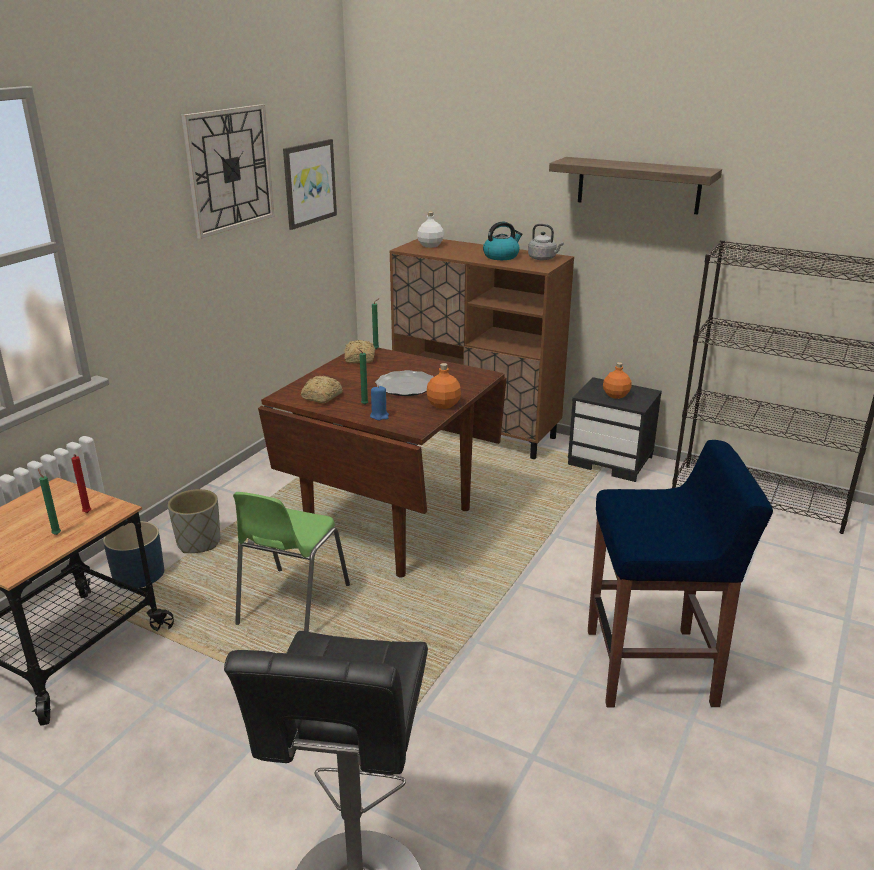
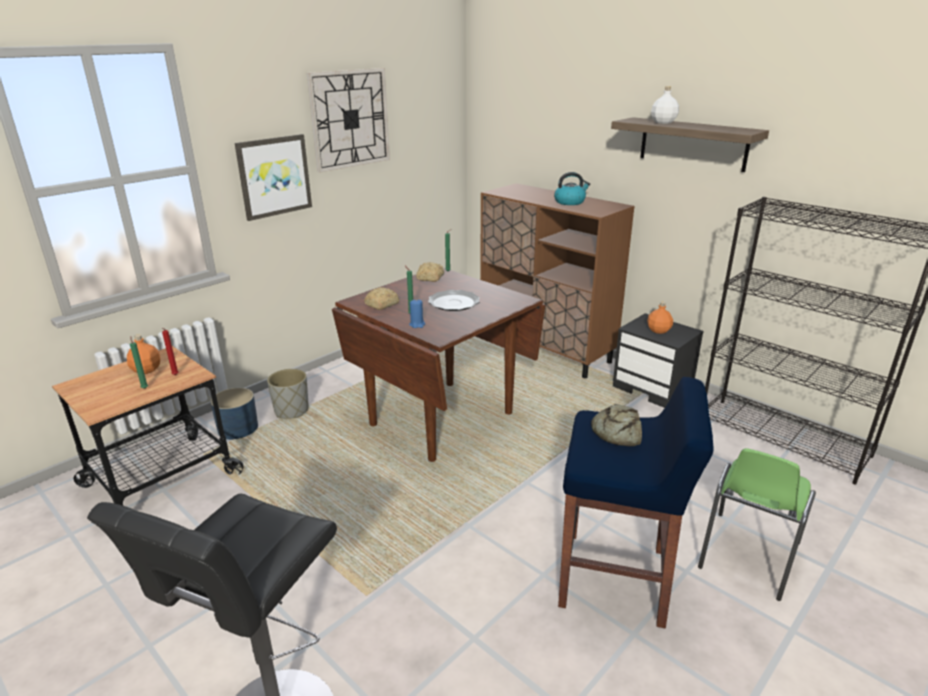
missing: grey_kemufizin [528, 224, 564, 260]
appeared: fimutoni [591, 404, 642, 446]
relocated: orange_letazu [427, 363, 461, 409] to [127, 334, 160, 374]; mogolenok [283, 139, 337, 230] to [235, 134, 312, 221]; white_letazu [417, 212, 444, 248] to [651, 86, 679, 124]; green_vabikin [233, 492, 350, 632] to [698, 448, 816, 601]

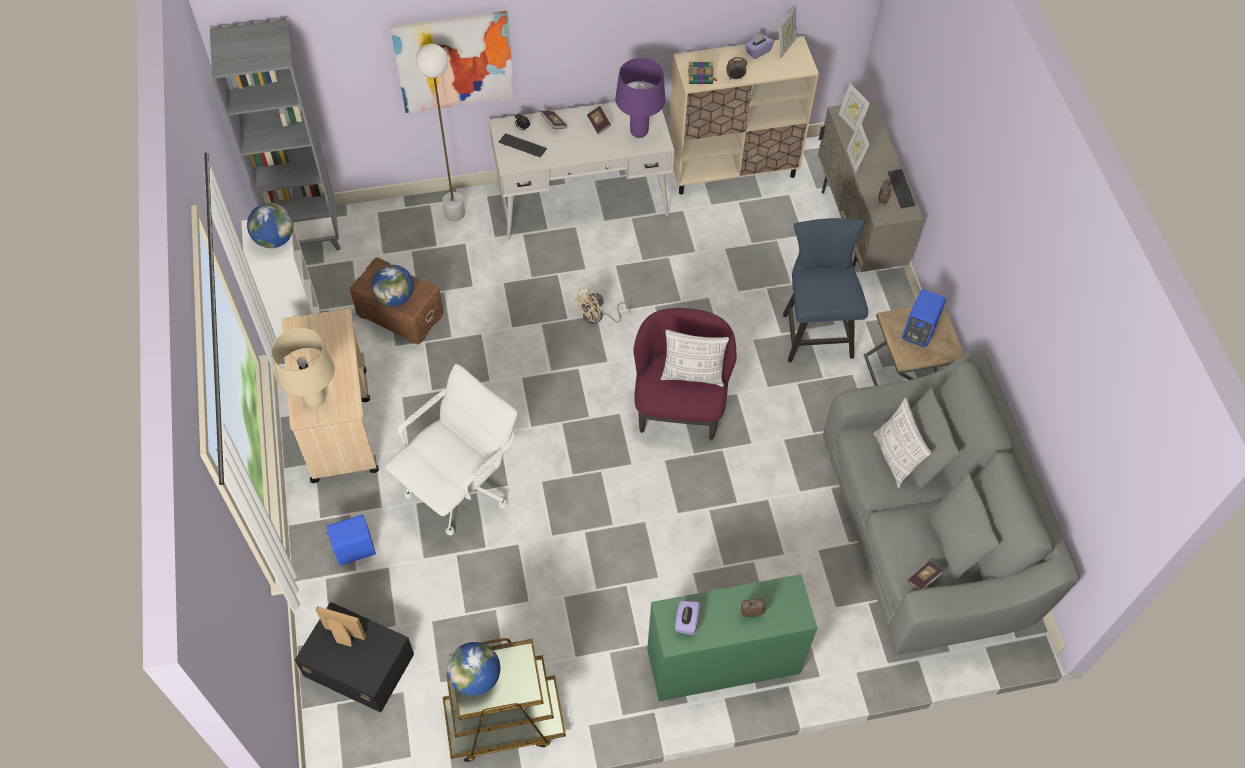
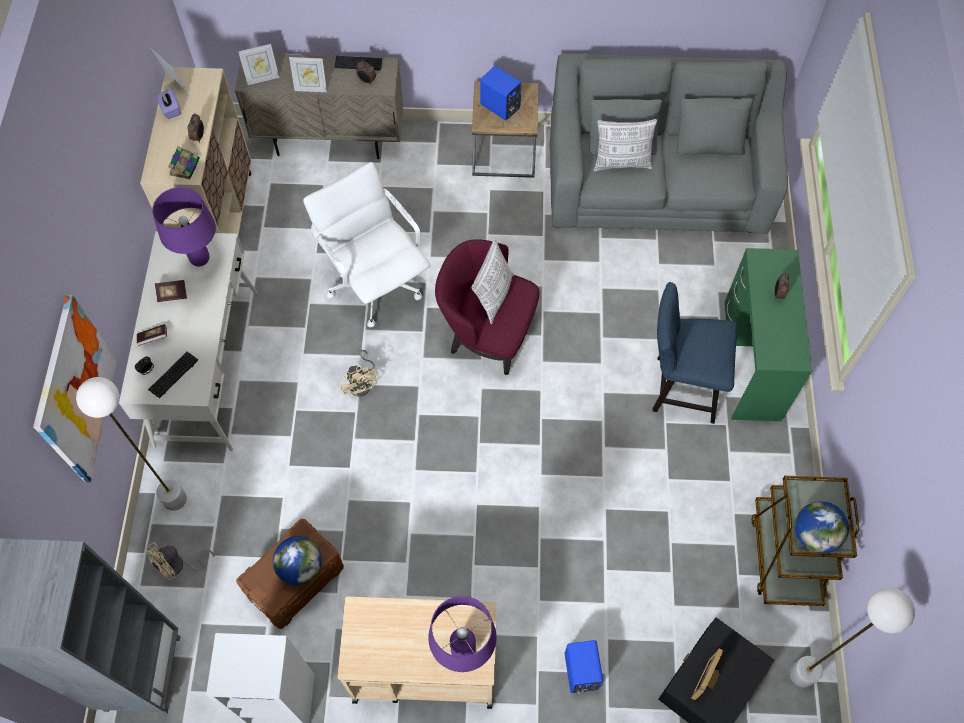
missing: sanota [247, 203, 294, 248]; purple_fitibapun [675, 601, 700, 635]; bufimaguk [907, 561, 944, 590]
appeared: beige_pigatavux [145, 543, 214, 580]; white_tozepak [790, 587, 915, 688]
relocated: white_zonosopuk [385, 364, 518, 535] to [303, 162, 430, 327]; blue_vabikin [783, 218, 868, 362] to [653, 282, 738, 424]
colour: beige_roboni [271, 328, 335, 408] to purple_roboni [428, 596, 497, 672]

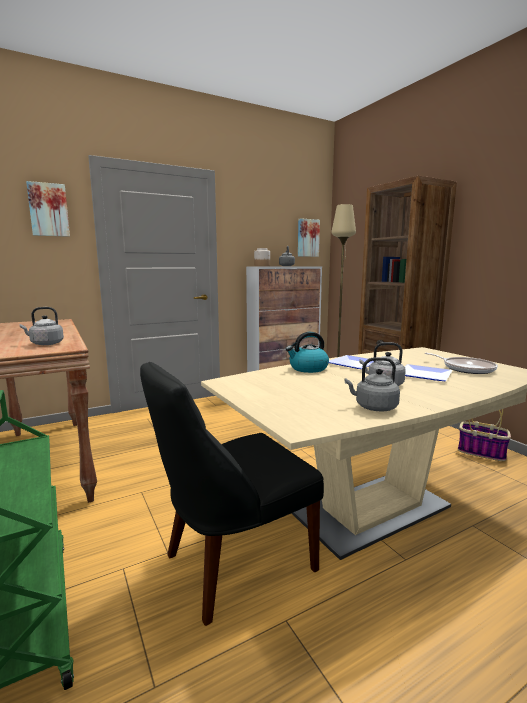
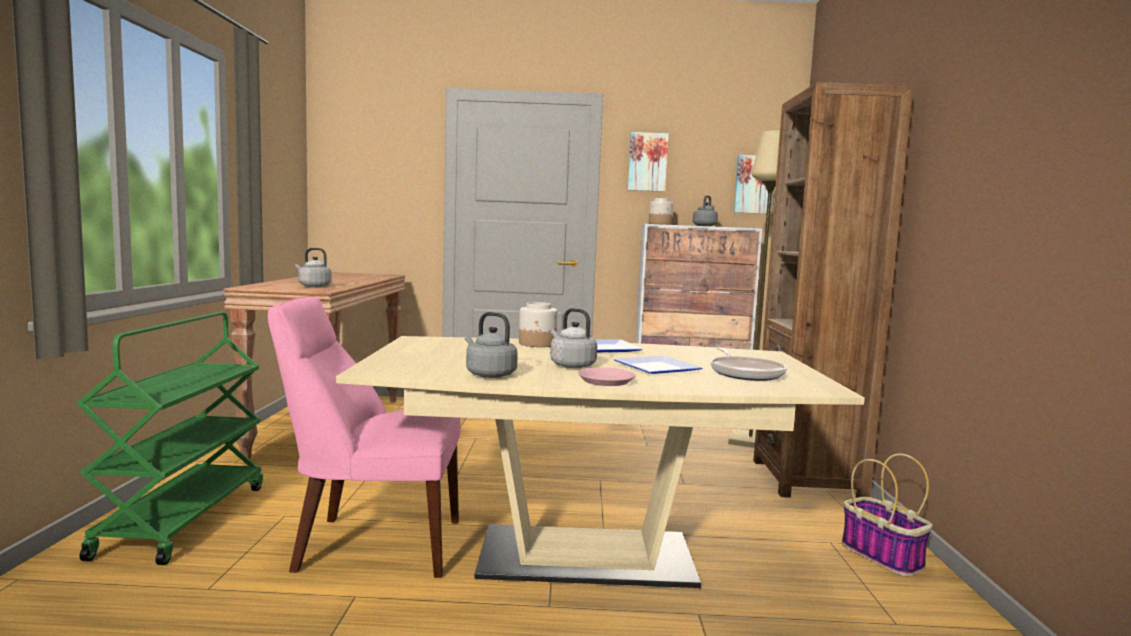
appeared: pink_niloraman [578, 367, 635, 386]
relocated: mogolenok [26, 181, 70, 237] to [628, 132, 669, 192]
exchanged: kemufizin [286, 332, 329, 373] to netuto [519, 302, 557, 347]
colour: black_vabikin [140, 362, 324, 626] to pink_vabikin [268, 296, 460, 578]

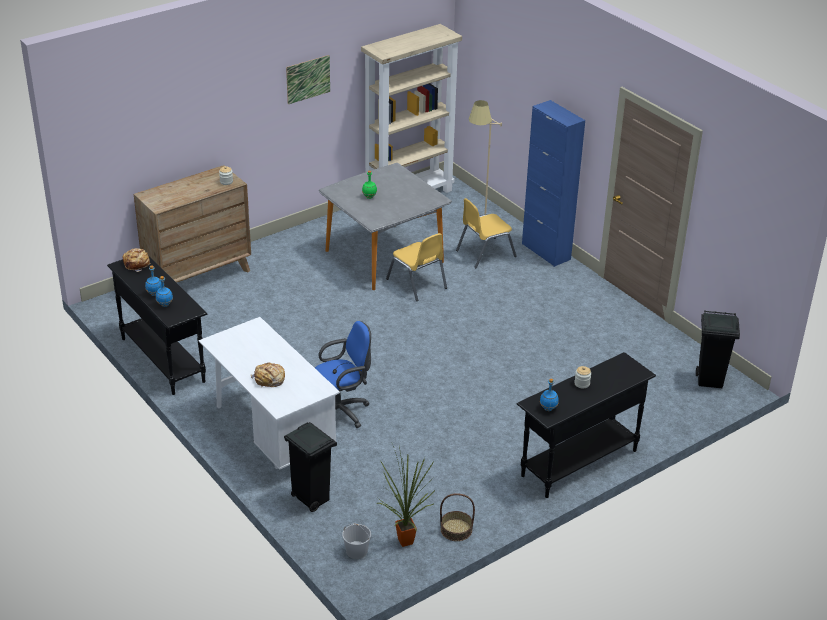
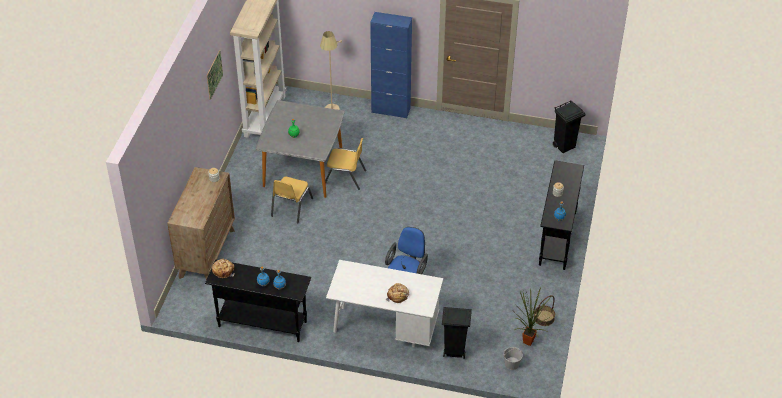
relocated: yellow_vabikin [456, 198, 517, 268] to [271, 177, 313, 224]

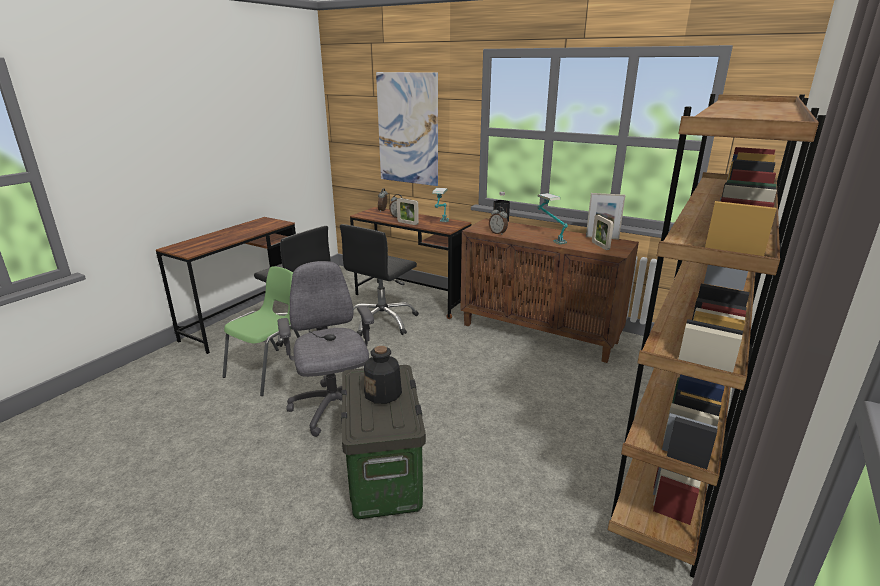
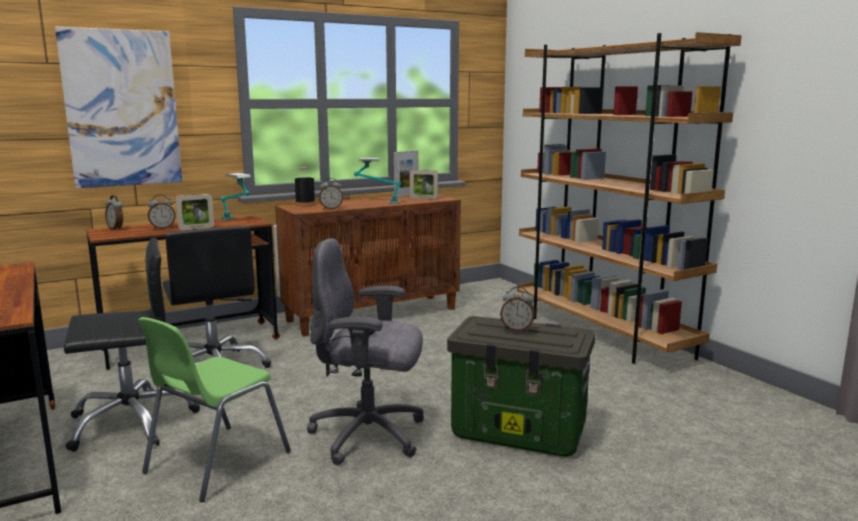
exchanged: letazu [364, 346, 402, 404] to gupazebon [500, 286, 535, 332]
spun: green_vabikin [223, 266, 300, 396] = [138, 317, 291, 502] 120 degrees counterclockwise

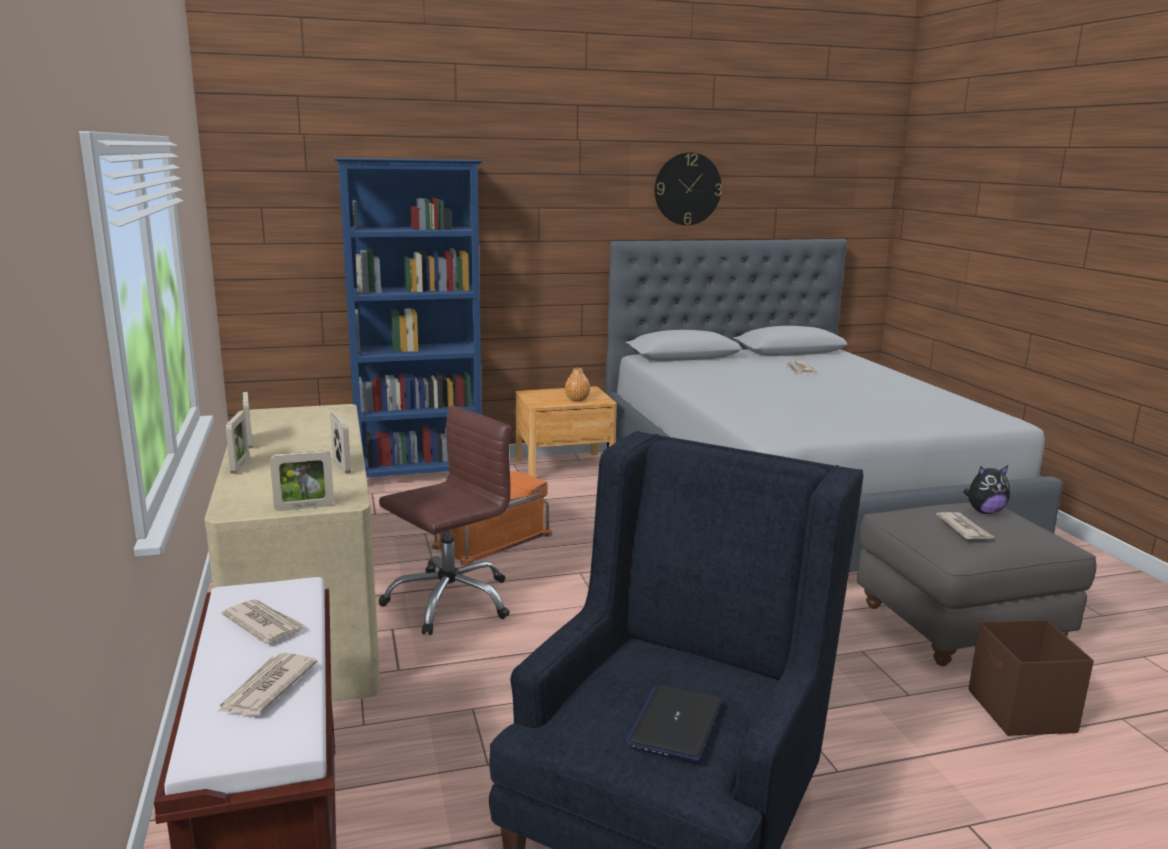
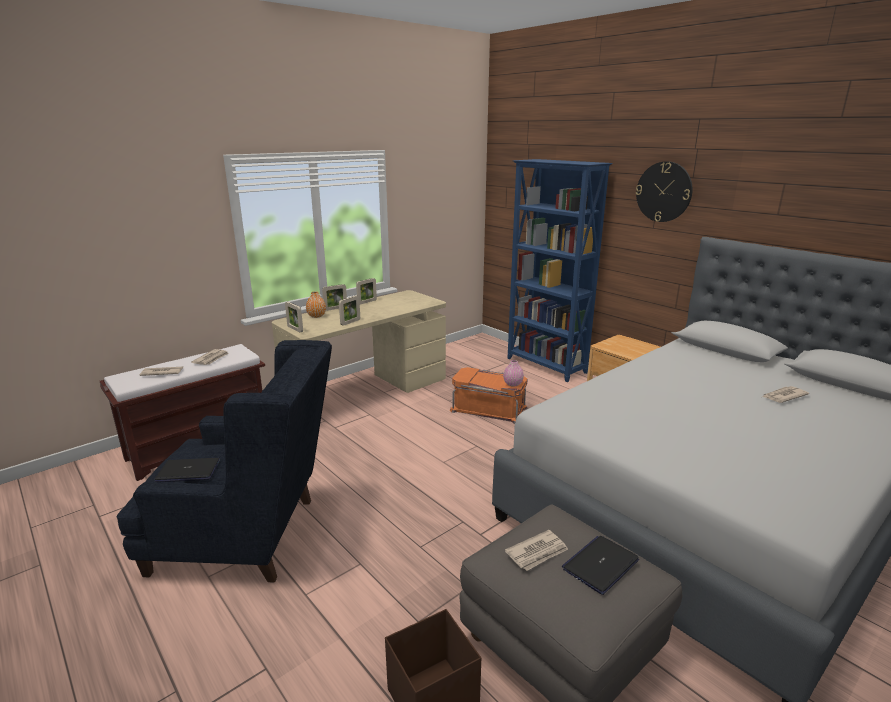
missing: brown_zonosopuk [378, 406, 511, 635]
appeared: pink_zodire [503, 360, 524, 387]
relocated: orange_zodire [565, 368, 590, 401] to [306, 291, 326, 318]; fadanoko [655, 152, 722, 225] to [636, 161, 693, 222]
exchanged: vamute [964, 465, 1010, 514] to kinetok [562, 536, 639, 595]

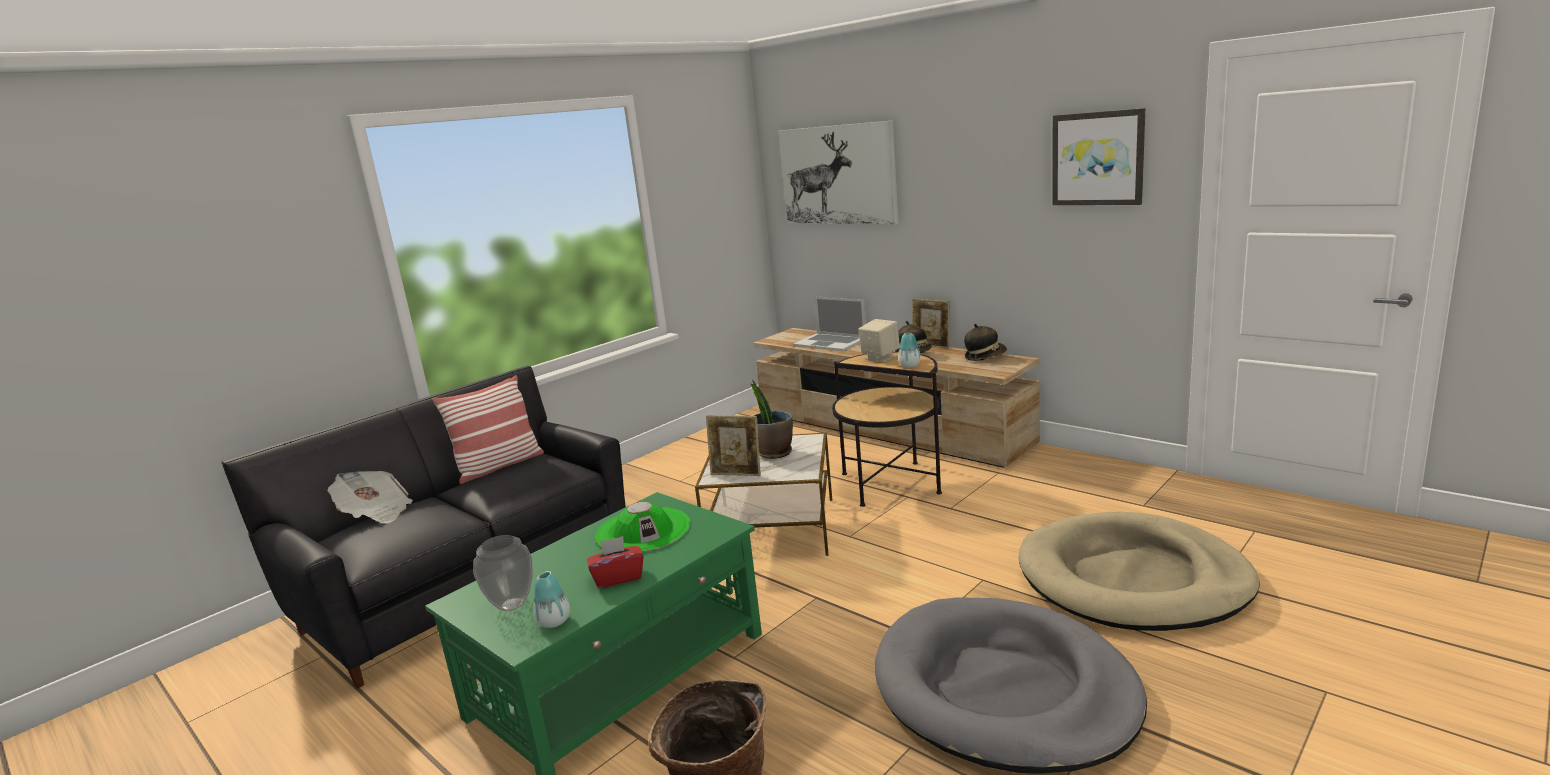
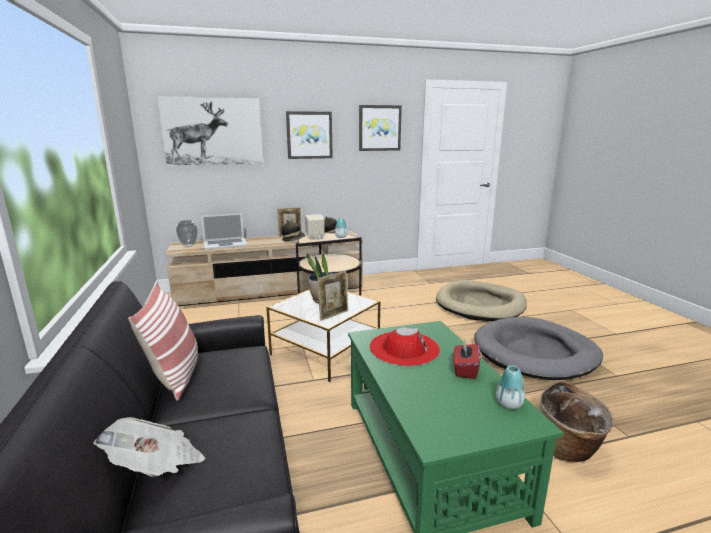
appeared: mogolenok [286, 111, 333, 159]
relocated: zodire [473, 535, 533, 611] to [176, 220, 198, 247]
colour: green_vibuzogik [595, 502, 691, 552] to red_vibuzogik [370, 327, 440, 366]

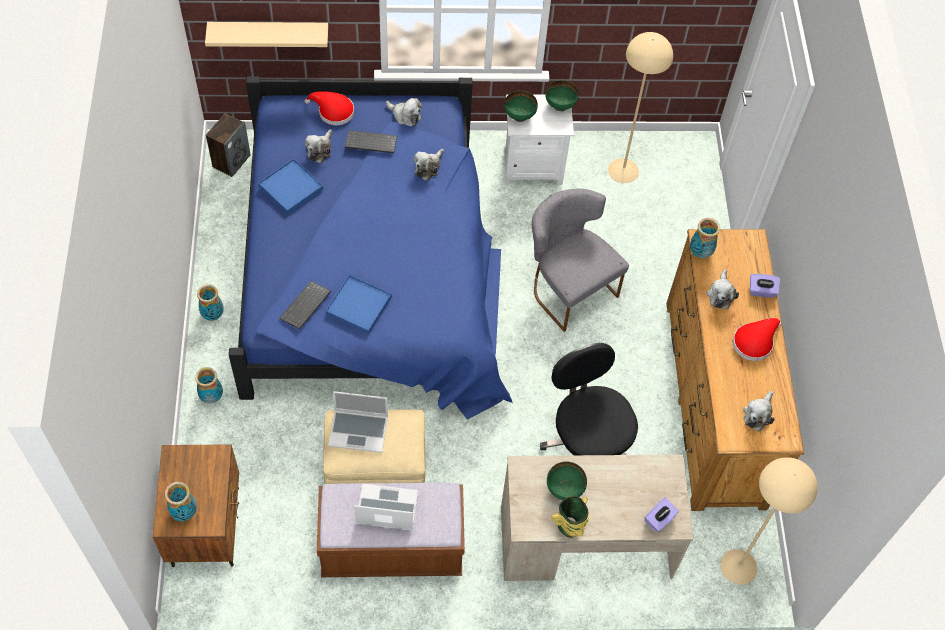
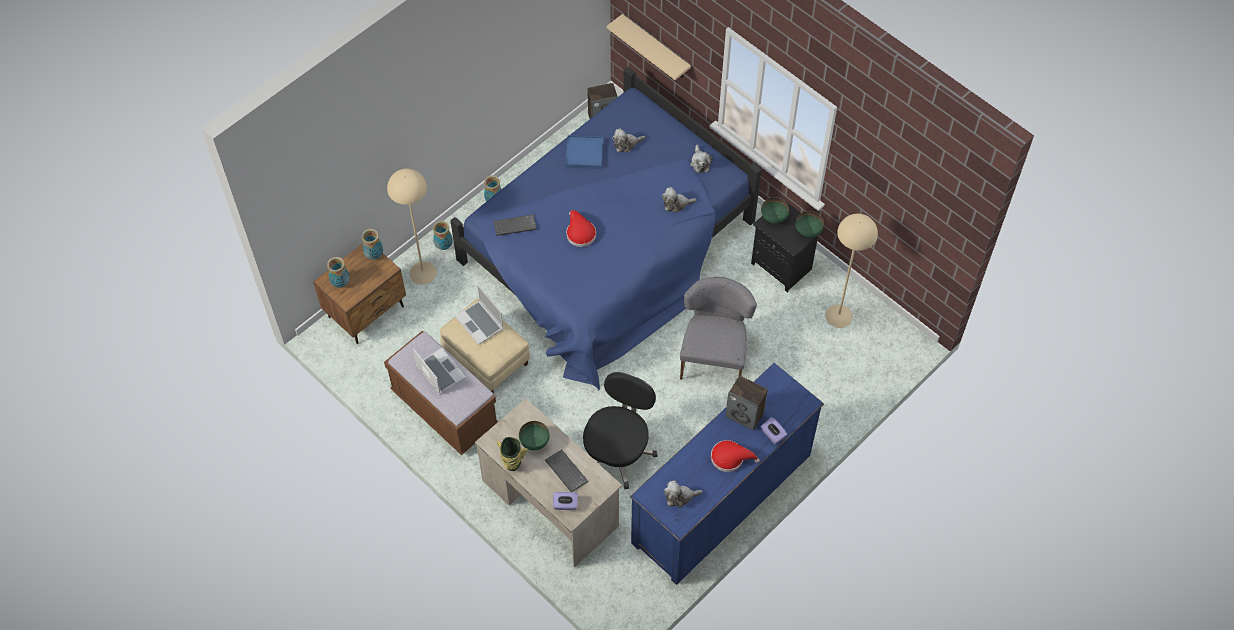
missing: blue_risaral [326, 275, 392, 334]
relocated: zodire [690, 218, 720, 258] to [361, 229, 383, 260]; beige_tozepak [720, 457, 818, 585] to [387, 169, 437, 284]; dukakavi [345, 130, 397, 153] to [545, 449, 588, 492]; red_vibuzogik [305, 91, 354, 125] to [566, 210, 596, 247]
exchanged: vamute [706, 269, 739, 309] to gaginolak [725, 375, 768, 431]
colour: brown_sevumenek [666, 229, 804, 511] to blue_sevumenek [630, 363, 824, 585]; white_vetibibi [505, 94, 574, 185] to black_vetibibi [751, 199, 824, 293]

